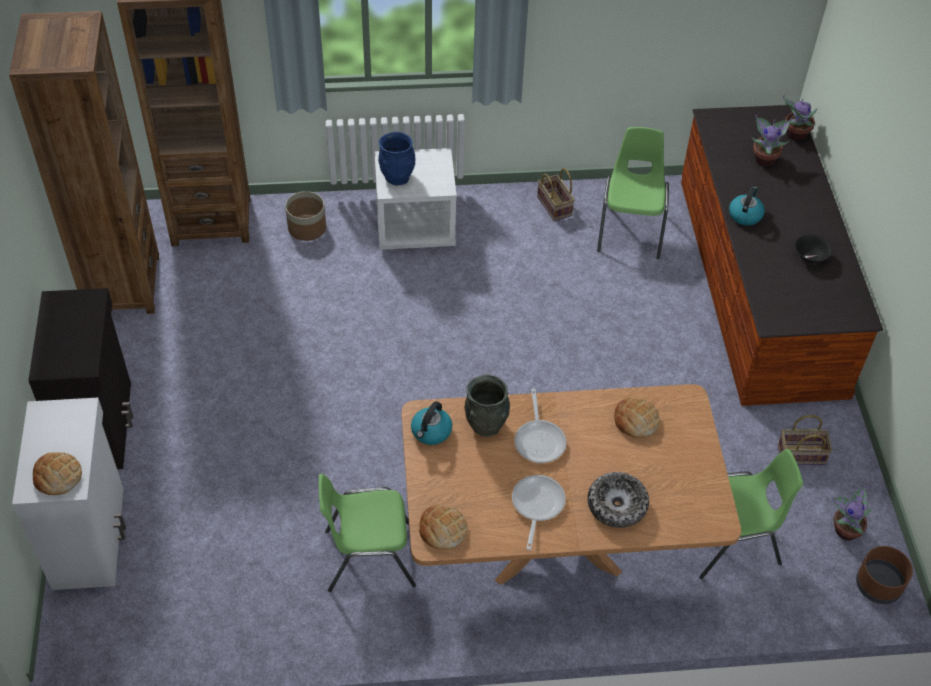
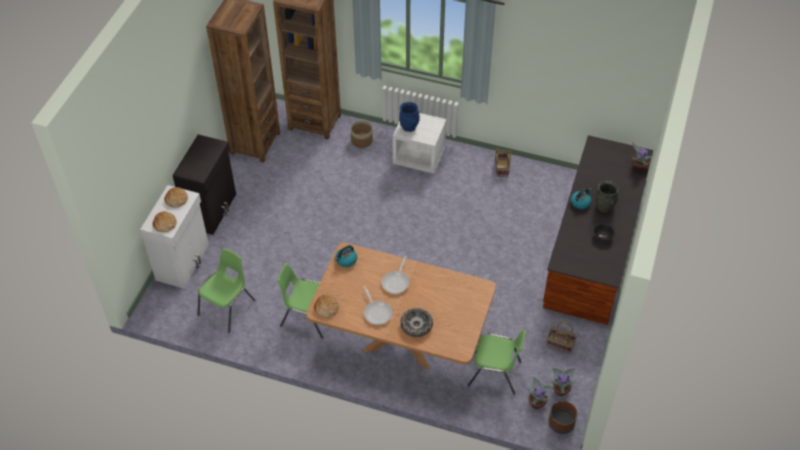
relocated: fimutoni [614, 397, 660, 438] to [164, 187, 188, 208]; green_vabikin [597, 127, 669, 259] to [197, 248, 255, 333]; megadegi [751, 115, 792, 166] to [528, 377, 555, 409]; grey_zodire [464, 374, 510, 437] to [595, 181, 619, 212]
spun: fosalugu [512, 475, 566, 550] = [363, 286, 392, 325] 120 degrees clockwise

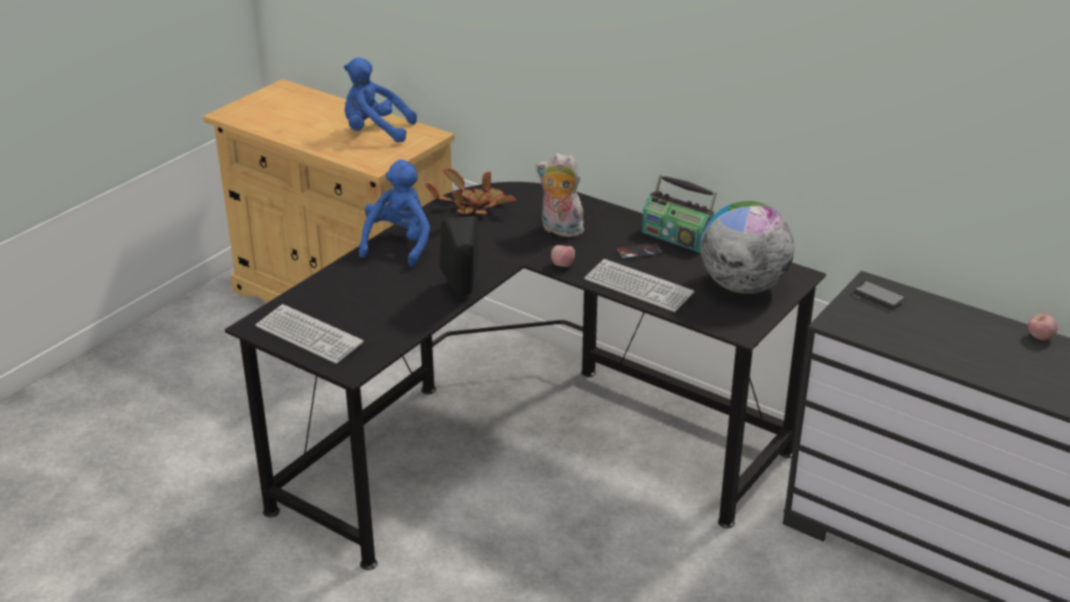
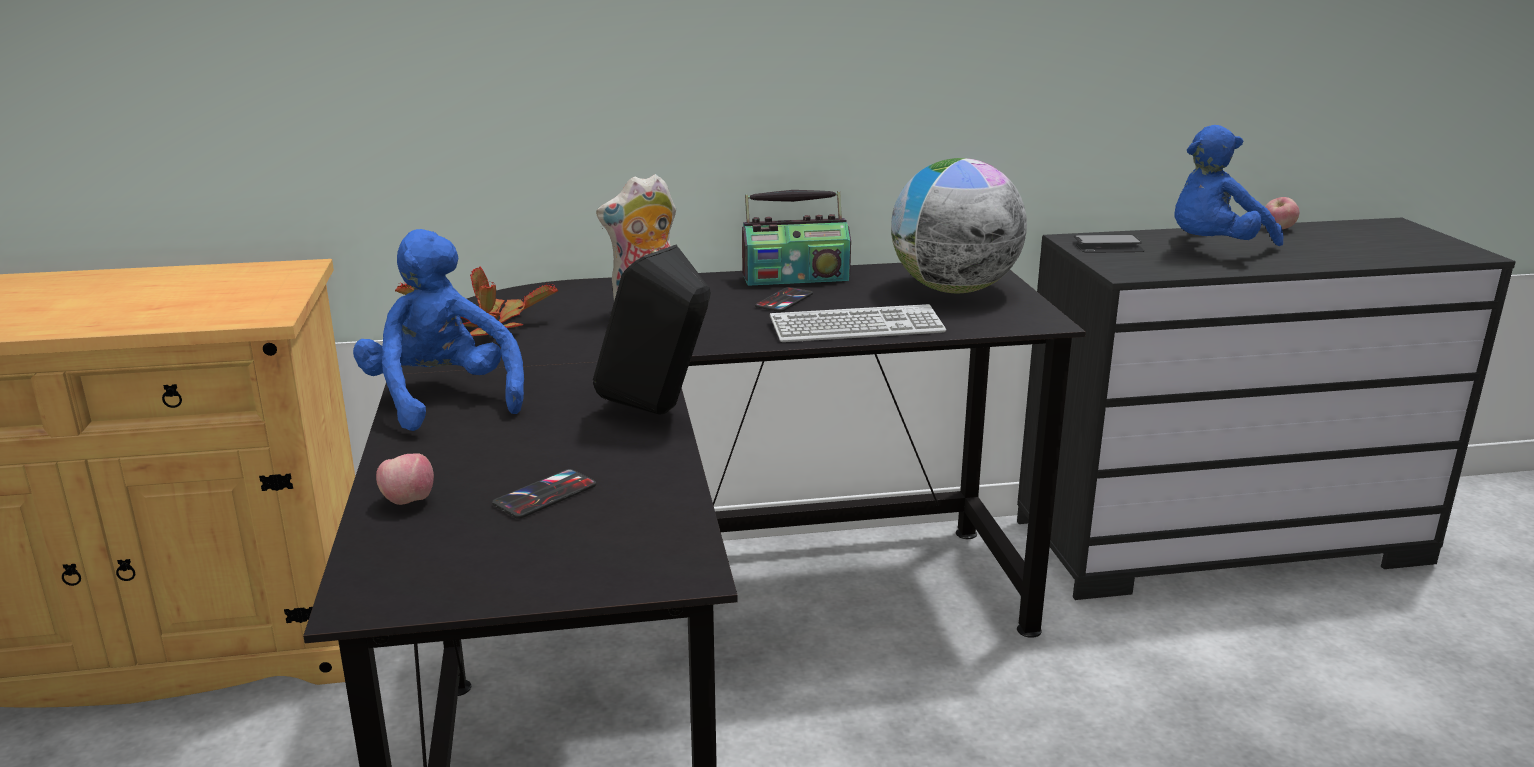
missing: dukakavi [256, 304, 364, 364]
appeared: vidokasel [492, 469, 596, 519]
relocated: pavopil [551, 245, 575, 267] to [376, 453, 434, 505]; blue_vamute [344, 58, 417, 143] to [1174, 125, 1283, 246]

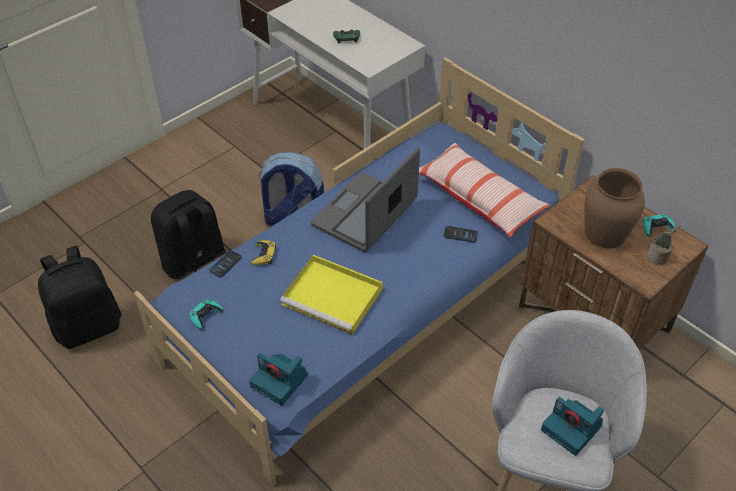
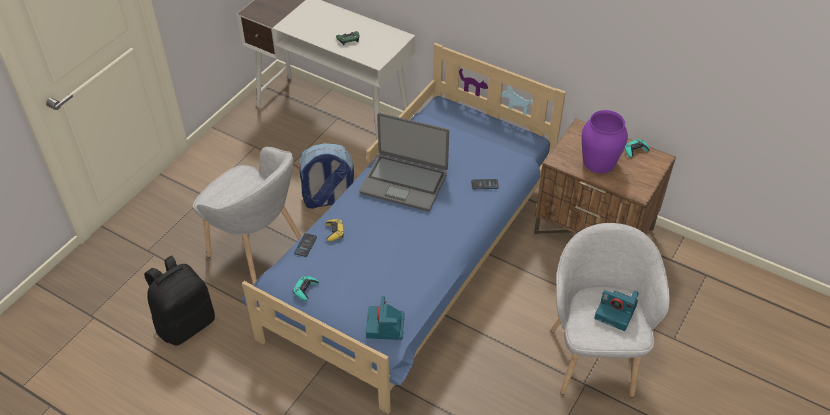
missing: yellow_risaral [280, 255, 382, 334]; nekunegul [419, 143, 550, 237]; megadegi [647, 224, 681, 265]
exchanged: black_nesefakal [151, 190, 226, 280] to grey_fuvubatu [193, 147, 302, 284]
colour: brown_zodire [584, 168, 645, 248] to purple_zodire [582, 110, 628, 173]
spun: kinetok [311, 147, 420, 252] = [359, 113, 449, 211] 90 degrees counterclockwise; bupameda [249, 353, 308, 406] = [366, 296, 405, 340] 75 degrees clockwise

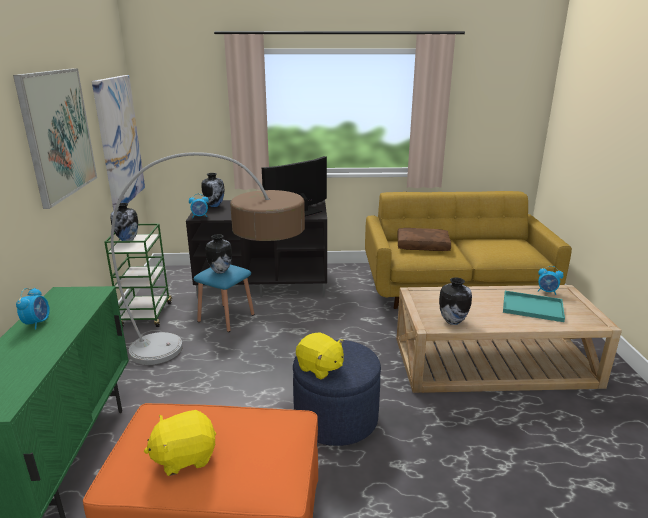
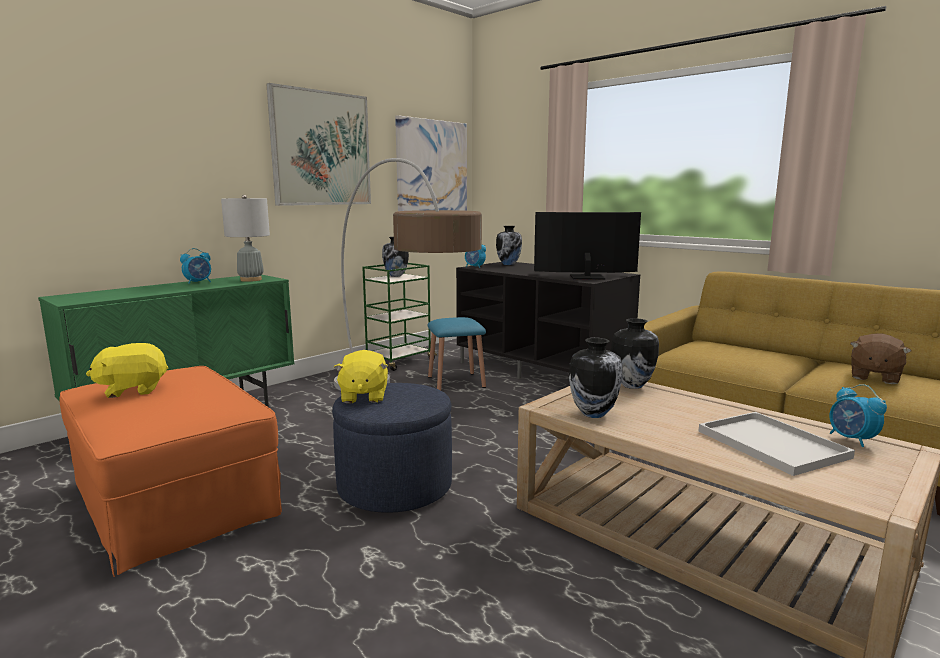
missing: brown_nekunegul [397, 228, 451, 251]
appeared: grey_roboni [221, 195, 270, 282]; brown_vamute [850, 333, 912, 384]
relocated: zodire [205, 234, 232, 274] to [611, 318, 659, 389]
colour: turquoise_risaral [503, 291, 565, 322] to white_risaral [698, 412, 855, 476]
spun: yellow_vamute [144, 410, 216, 476] = [86, 343, 168, 398] 45 degrees counterclockwise

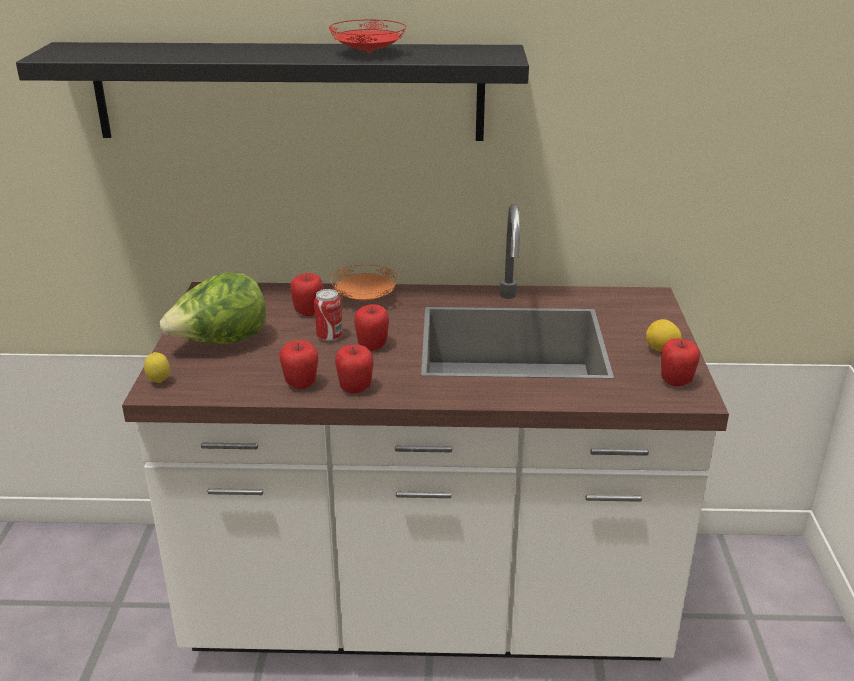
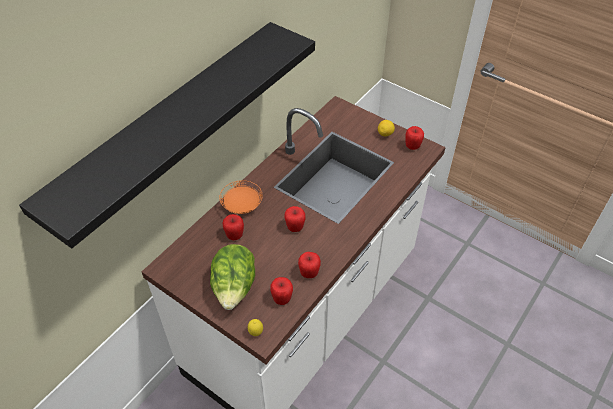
missing: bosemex [314, 289, 342, 342]; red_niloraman [329, 19, 406, 54]
relocated: pavopil [335, 345, 374, 393] to [270, 277, 293, 305]

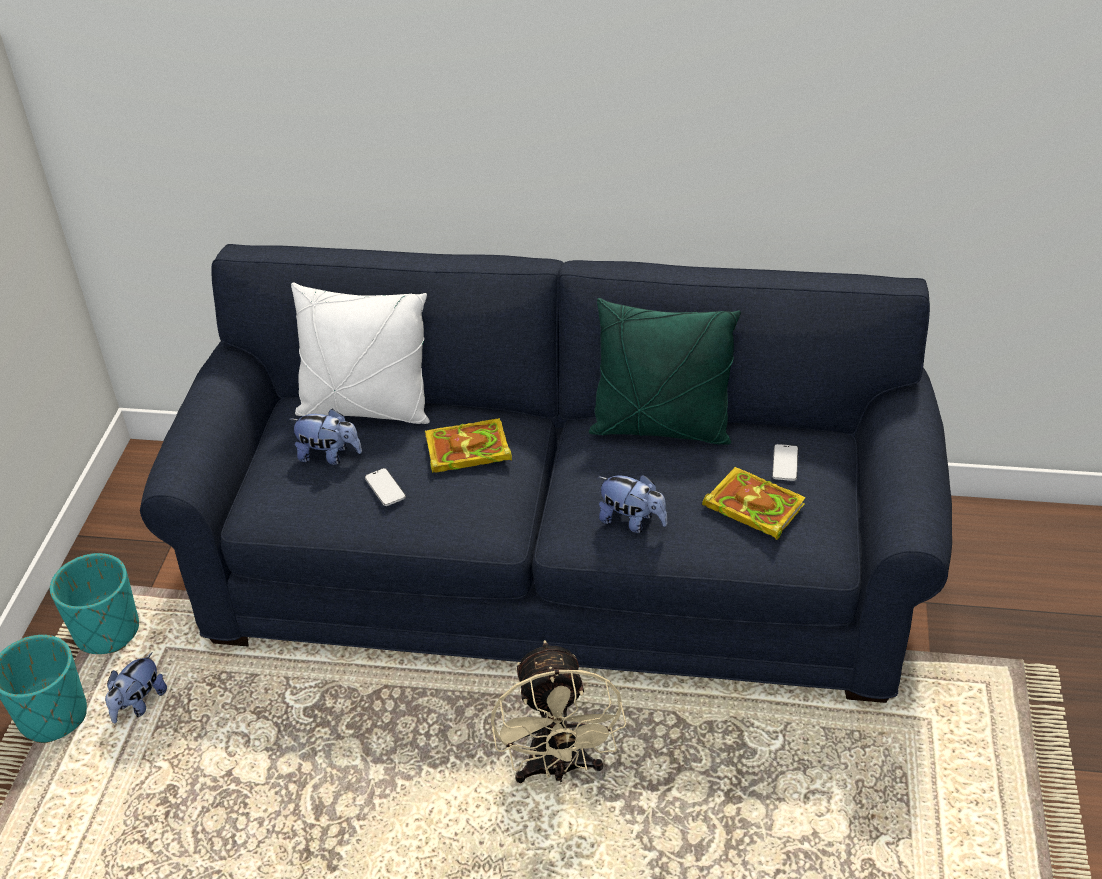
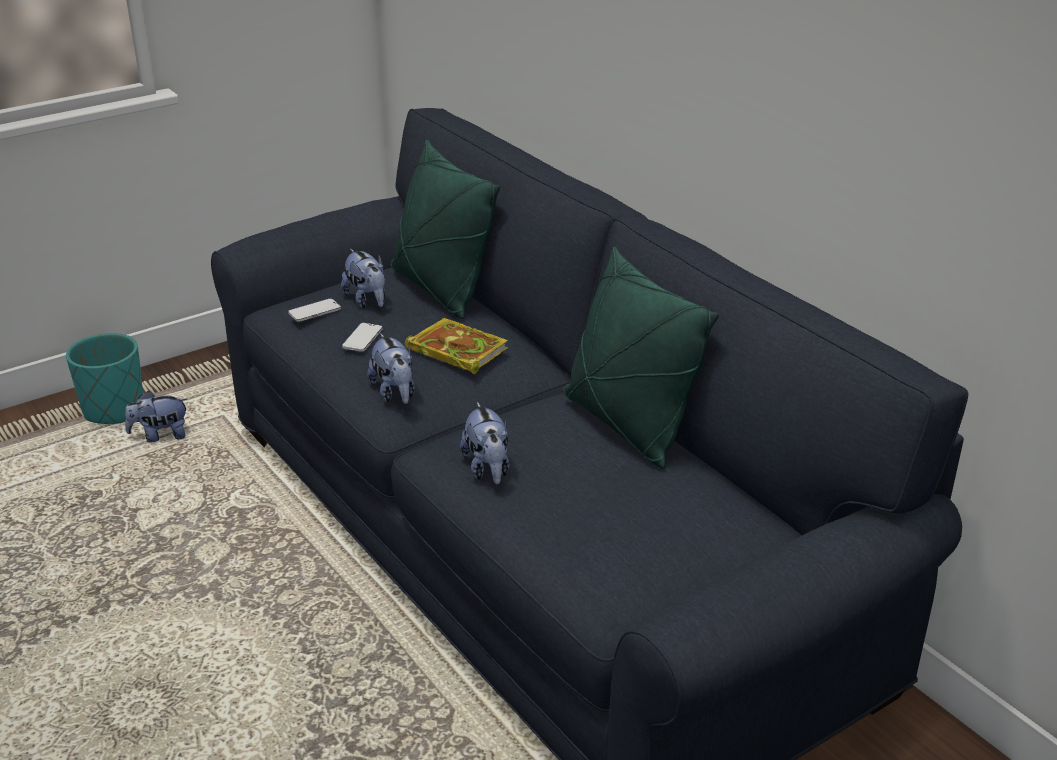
missing: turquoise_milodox [50, 553, 139, 654]; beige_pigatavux [491, 640, 627, 783]; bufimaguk [702, 467, 806, 540]
appeared: vamute [367, 333, 415, 404]
relocated: vidokasel [772, 444, 798, 481] to [288, 299, 341, 322]
colour: white_nekunegul [291, 282, 430, 424] to green_nekunegul [391, 140, 500, 319]

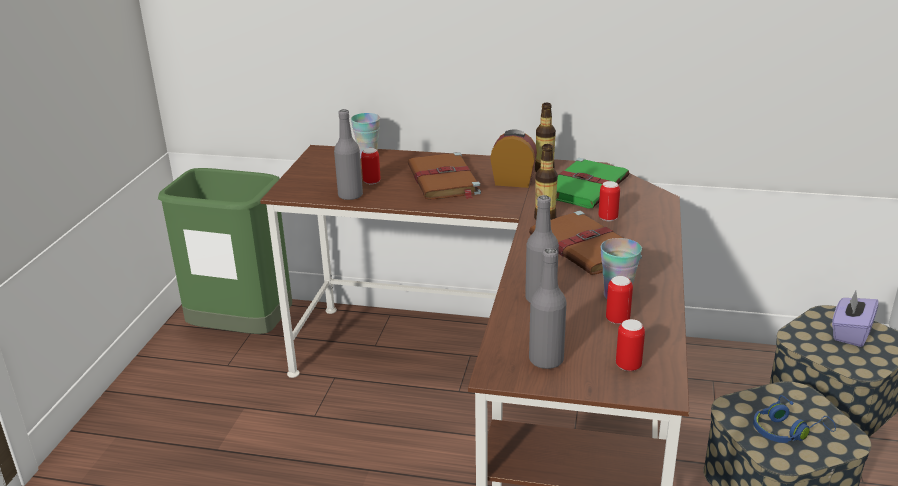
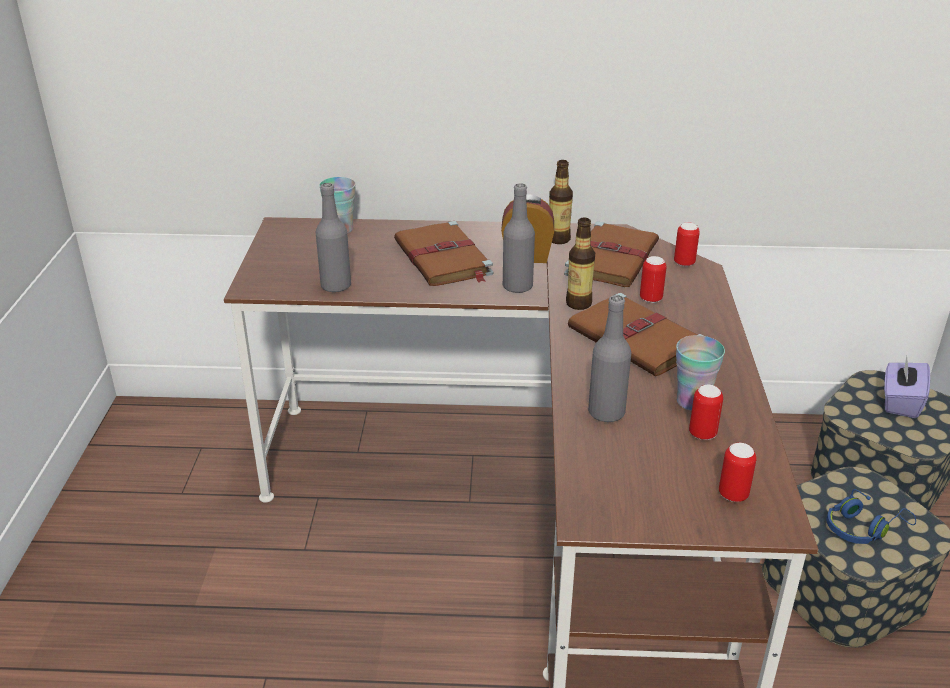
missing: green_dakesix [158, 168, 292, 334]
relocated: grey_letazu [529, 248, 567, 369] to [503, 183, 535, 293]; bosemex [361, 148, 381, 184] to [674, 222, 700, 267]
colour: green_bufimaguk [556, 158, 629, 208] to brown_bufimaguk [564, 221, 659, 287]

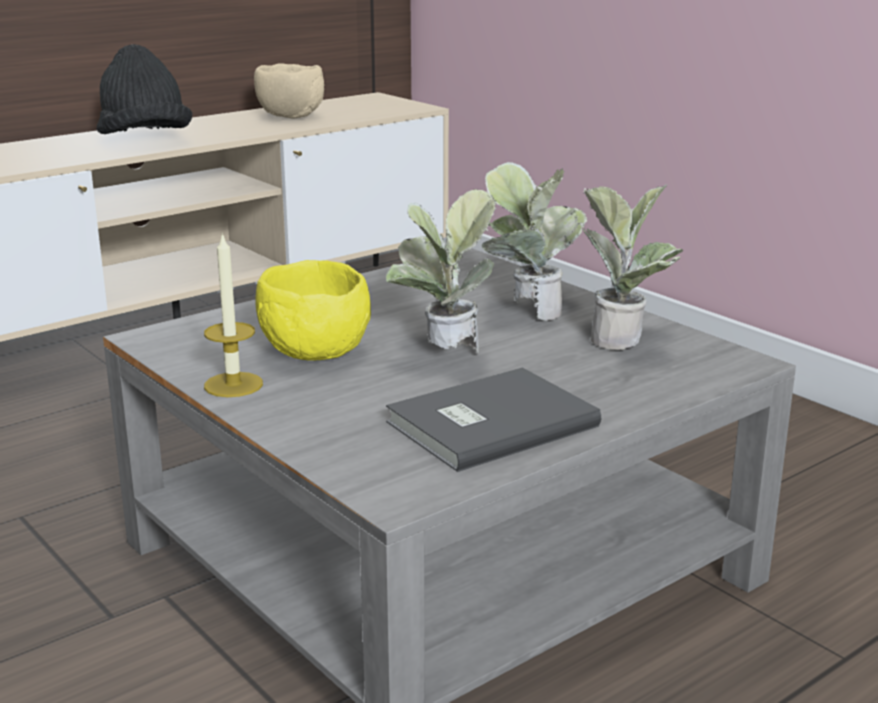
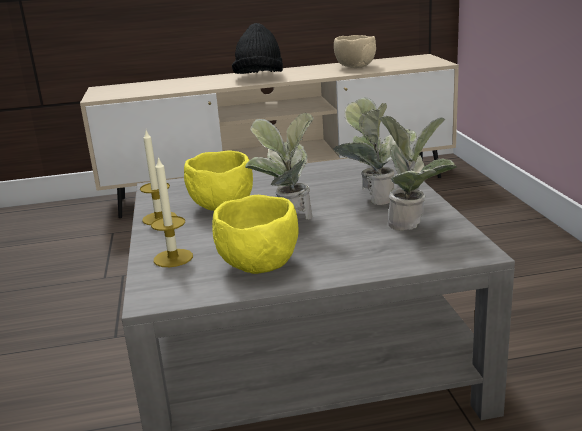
appeared: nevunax [151, 157, 193, 267]
exchanged: grey_bufimaguk [386, 367, 601, 472] to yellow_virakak [212, 195, 299, 274]

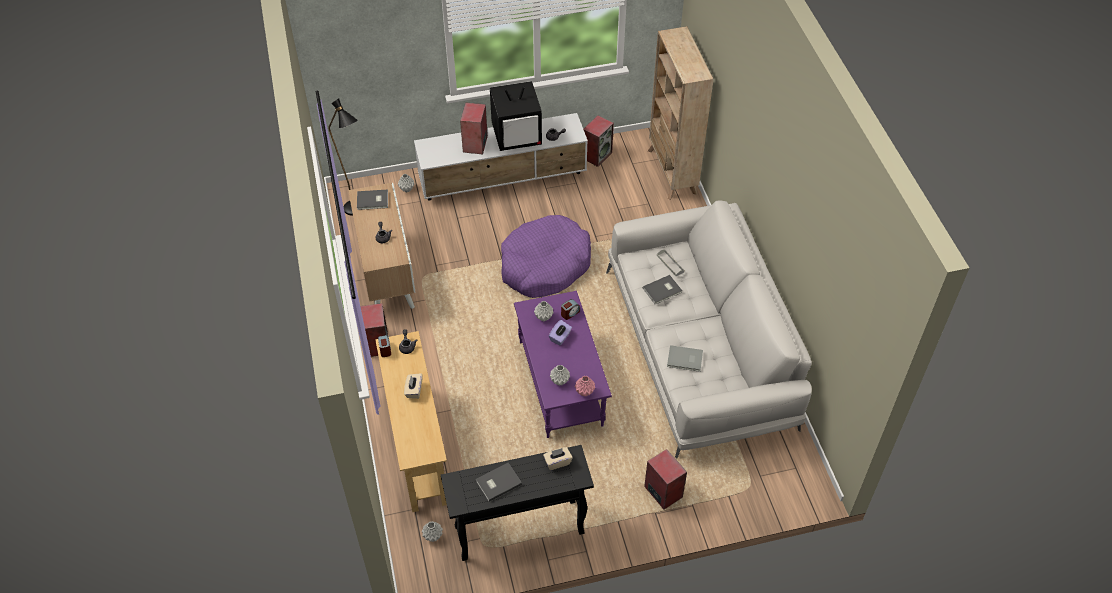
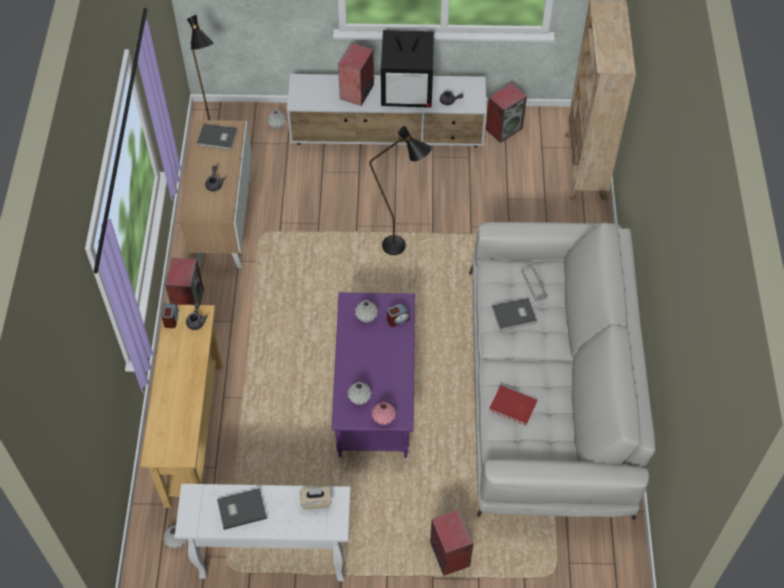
missing: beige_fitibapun [404, 373, 422, 399]; purple_fitibapun [549, 320, 572, 346]
exchanged: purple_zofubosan [501, 215, 591, 298] to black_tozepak [369, 126, 432, 255]
colour: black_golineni [441, 445, 594, 561] to white_golineni [175, 484, 350, 581]; grey_bufimaguk [667, 345, 703, 372] to red_bufimaguk [489, 385, 537, 425]

